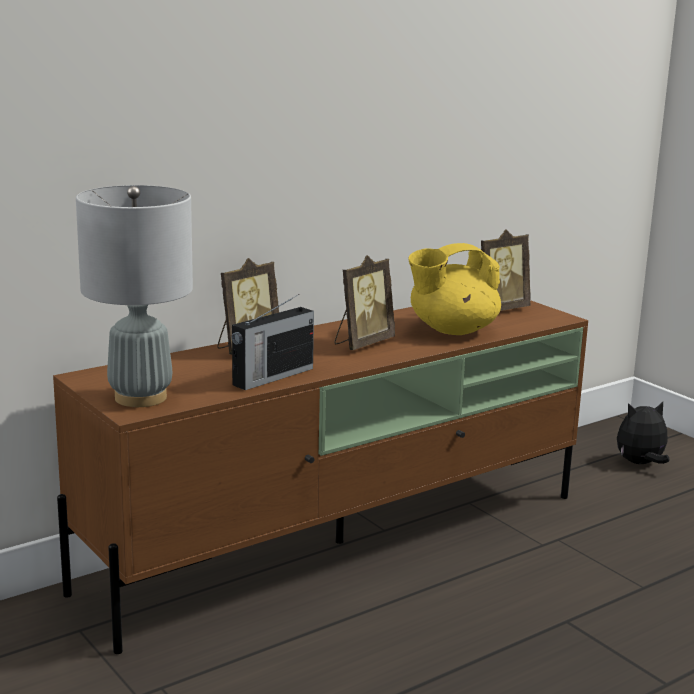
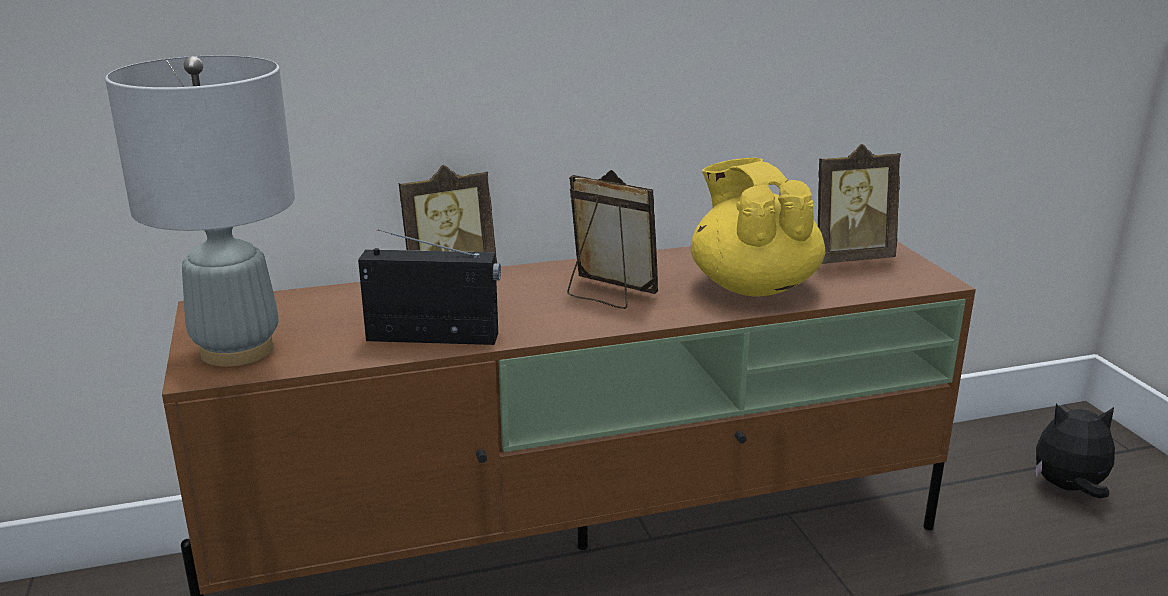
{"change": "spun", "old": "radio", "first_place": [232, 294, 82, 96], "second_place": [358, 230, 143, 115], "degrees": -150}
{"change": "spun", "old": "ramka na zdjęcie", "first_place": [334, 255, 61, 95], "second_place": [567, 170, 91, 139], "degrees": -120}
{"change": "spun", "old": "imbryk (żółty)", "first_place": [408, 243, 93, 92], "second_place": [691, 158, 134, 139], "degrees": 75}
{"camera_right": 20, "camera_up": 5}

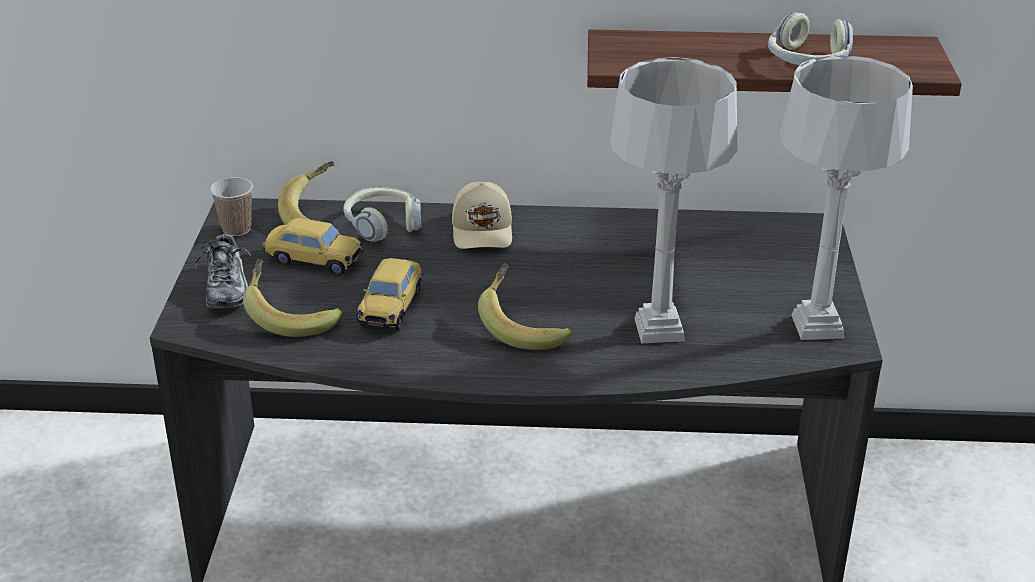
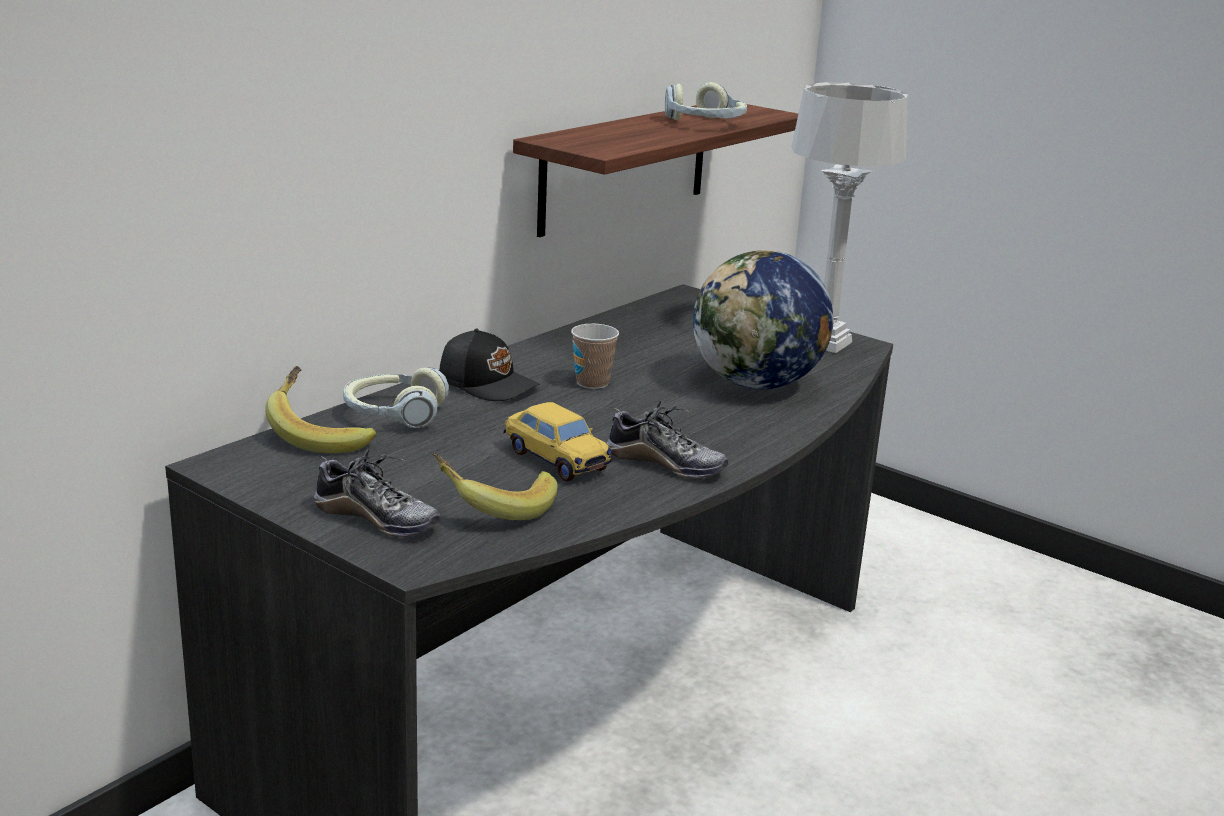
{"change": "missing", "old": "samochodzik", "first_place": [263, 218, 100, 58]}
{"change": "missing", "old": "banan", "first_place": [478, 263, 93, 87]}
{"change": "appeared", "new": "but", "second_place": [607, 401, 121, 78]}
{"change": "relocated", "old": "filiżanka", "first_place": [210, 177, 43, 59], "second_place": [571, 324, 48, 65]}
{"change": "exchanged", "old": "lampa stołowa (szary)", "new": "globus", "first_place": [611, 57, 126, 287], "second_place": [693, 250, 141, 139]}
{"change": "colour", "old": "czapka z daszkiem (beżowy)", "new": "czapka z daszkiem (czarny)", "first_place": [452, 182, 60, 67], "second_place": [439, 329, 101, 72]}
{"camera_right": -55, "camera_up": -10}

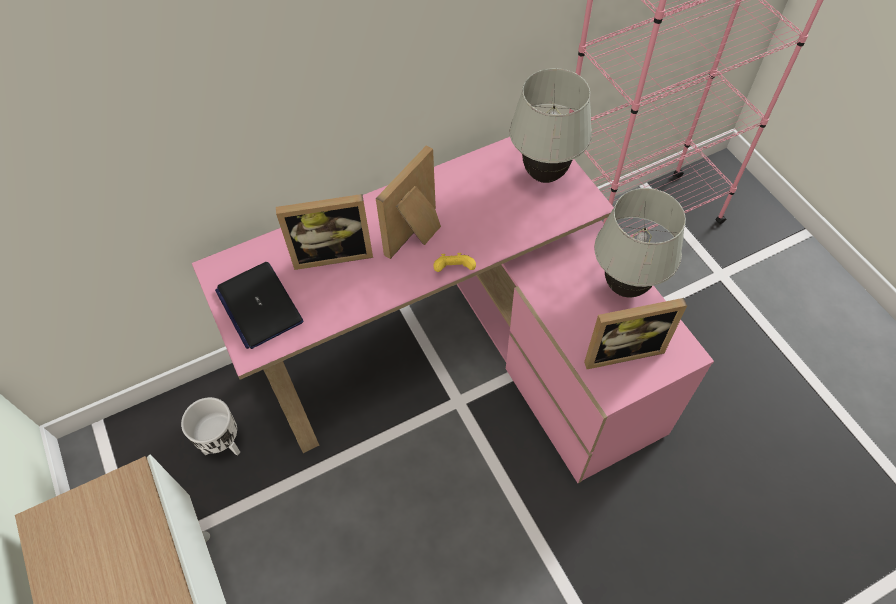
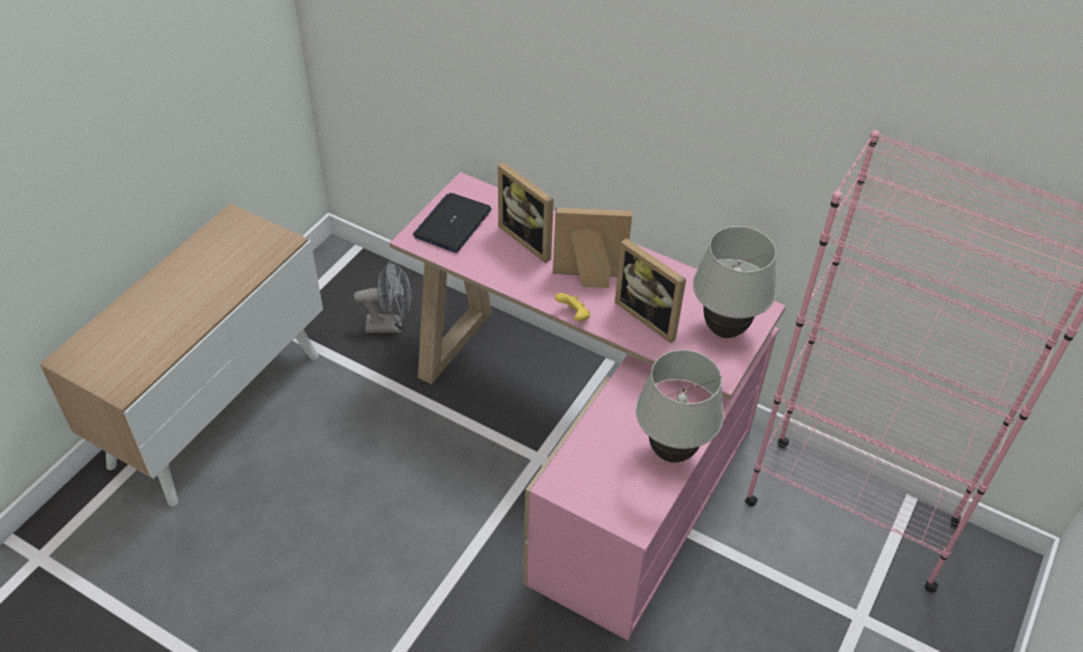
{"change": "relocated", "old": "ramka na zdjęcie", "first_place": [584, 298, 103, 71], "second_place": [615, 238, 71, 105]}
{"change": "exchanged", "old": "donica (biały)", "new": "wentylator (szary)", "first_place": [181, 397, 59, 59], "second_place": [353, 261, 59, 72]}
{"camera_right": 55, "camera_up": -10}

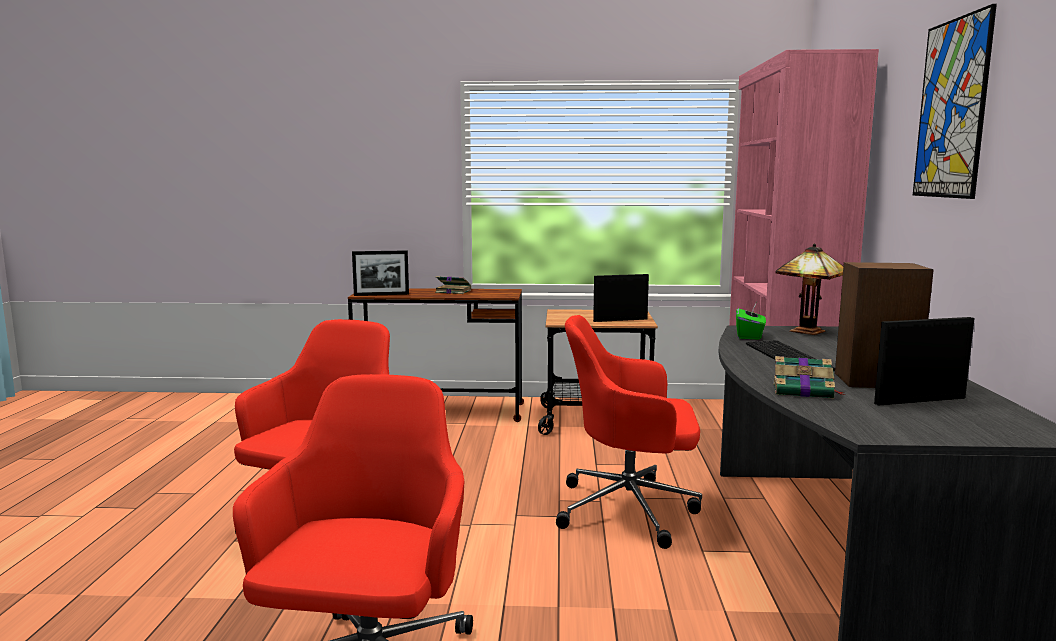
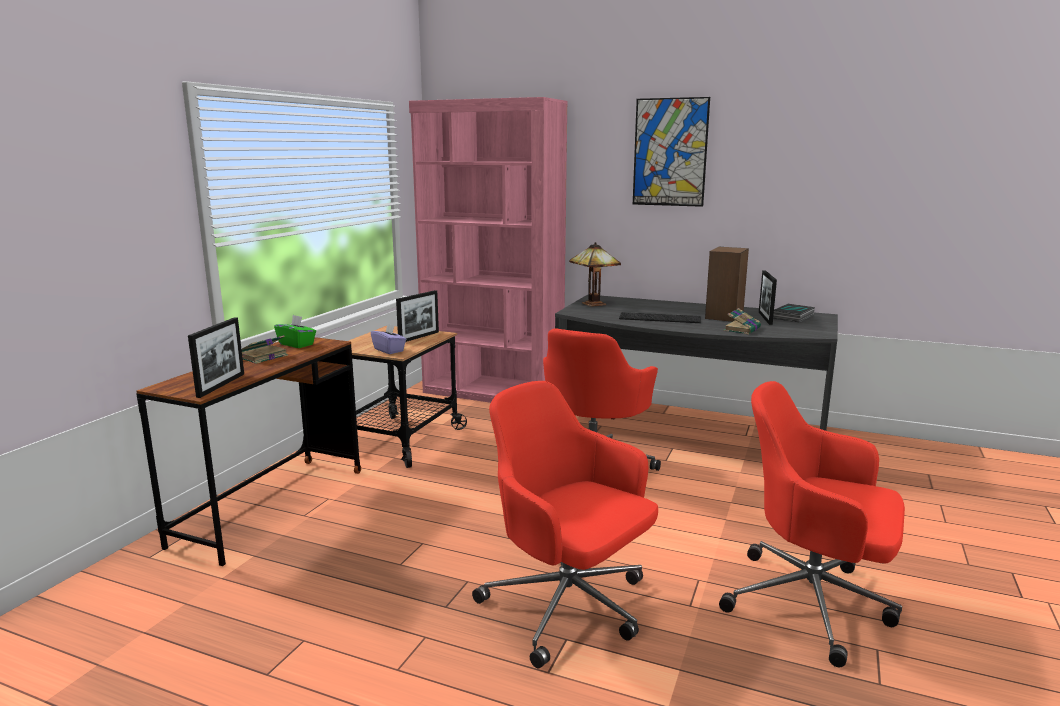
{"change": "appeared", "new": "pudełko chusteczek (fioletowy)", "second_place": [371, 323, 35, 31]}
{"change": "appeared", "new": "książka", "second_place": [773, 304, 42, 19]}
{"change": "relocated", "old": "pudełko chusteczek (zielony)", "first_place": [736, 304, 30, 36], "second_place": [274, 315, 42, 33]}
{"change": "spun", "old": "ramka na zdjęcie", "first_place": [593, 274, 56, 48], "second_place": [396, 290, 43, 52], "degrees": -150}
{"camera_right": -70, "camera_up": 5}

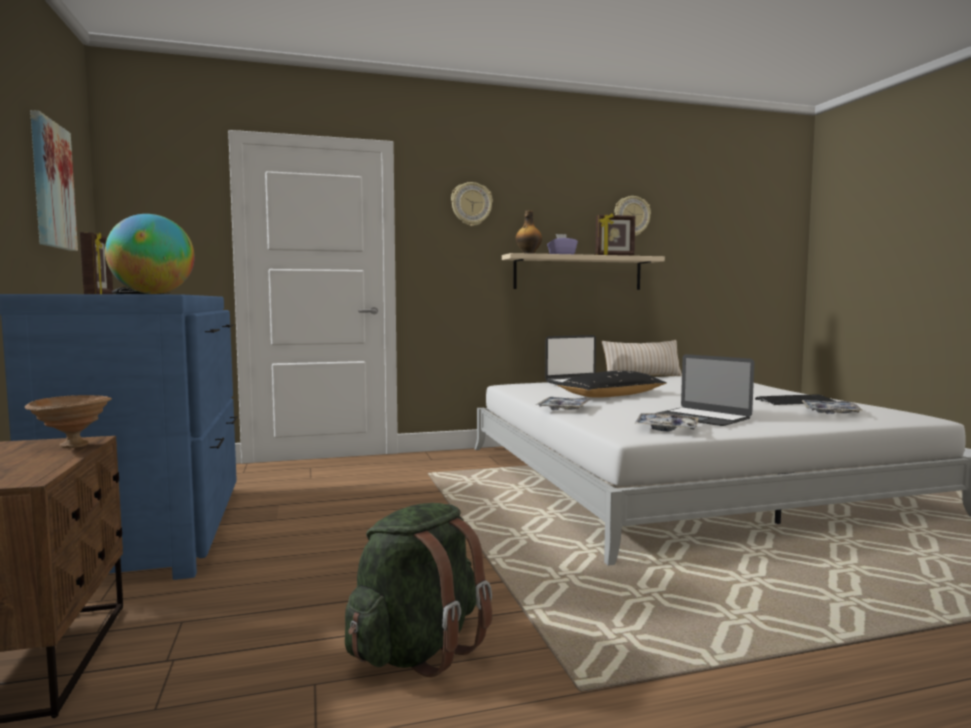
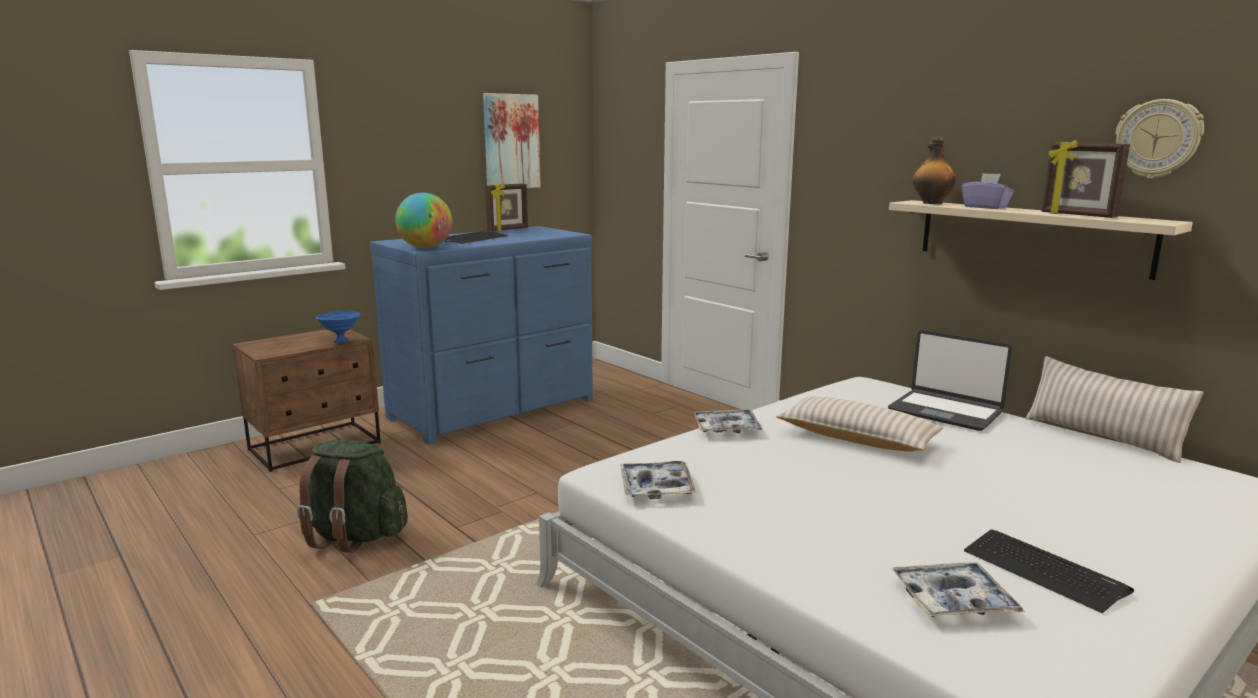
{"change": "missing", "old": "zegar ścienny", "first_place": [451, 182, 42, 44]}
{"change": "missing", "old": "laptop", "first_place": [655, 354, 99, 72]}
{"change": "colour", "old": "miska (brązowy)", "new": "miska (niebieski)", "first_place": [24, 395, 88, 53], "second_place": [315, 310, 46, 33]}
{"change": "colour", "old": "poduszka (czarny)", "new": "poduszka (beżowy)", "first_place": [557, 371, 109, 27], "second_place": [776, 396, 167, 56]}
{"camera_right": 65, "camera_up": 10}

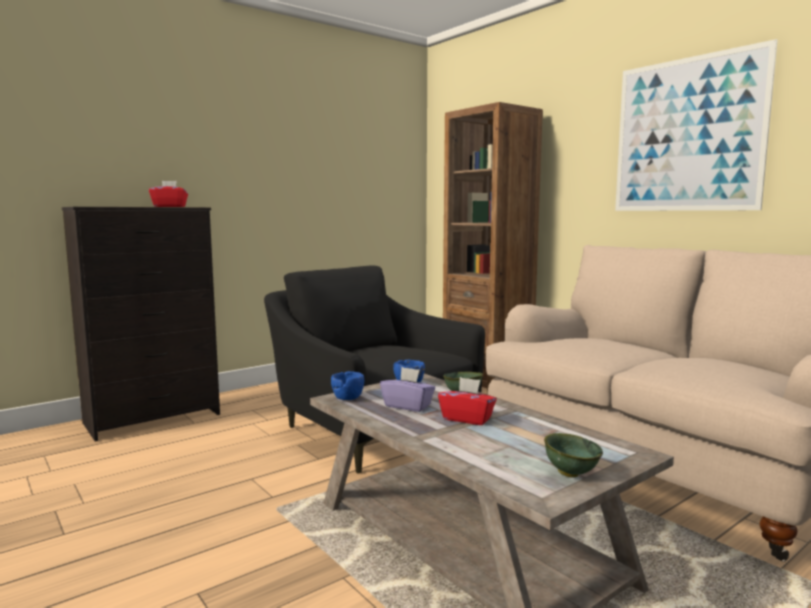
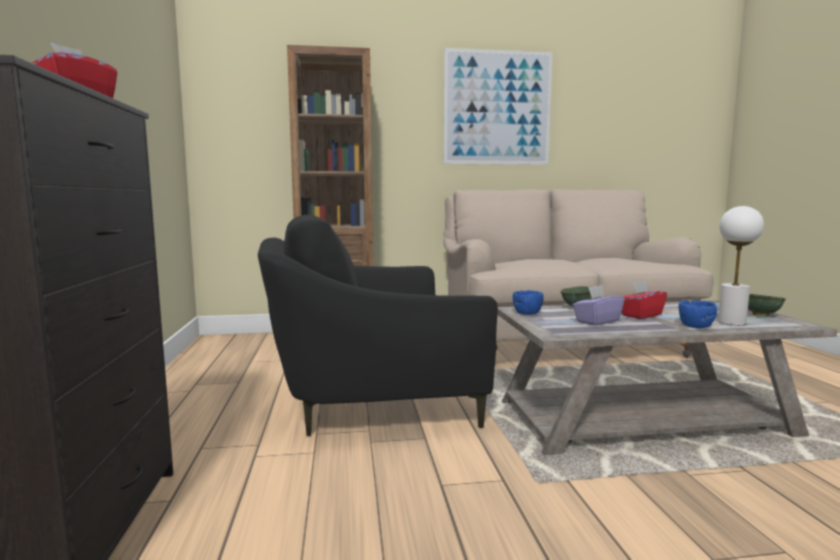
{"change": "appeared", "new": "lampa stołowa (biały)", "second_place": [718, 206, 46, 119]}
{"change": "relocated", "old": "miska (niebieski)", "first_place": [331, 371, 33, 29], "second_place": [679, 300, 38, 28]}
{"camera_right": -60, "camera_up": 0}

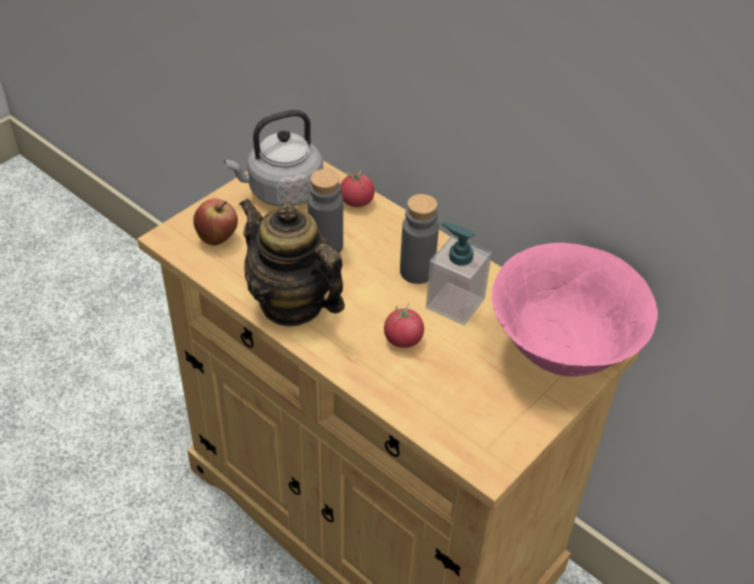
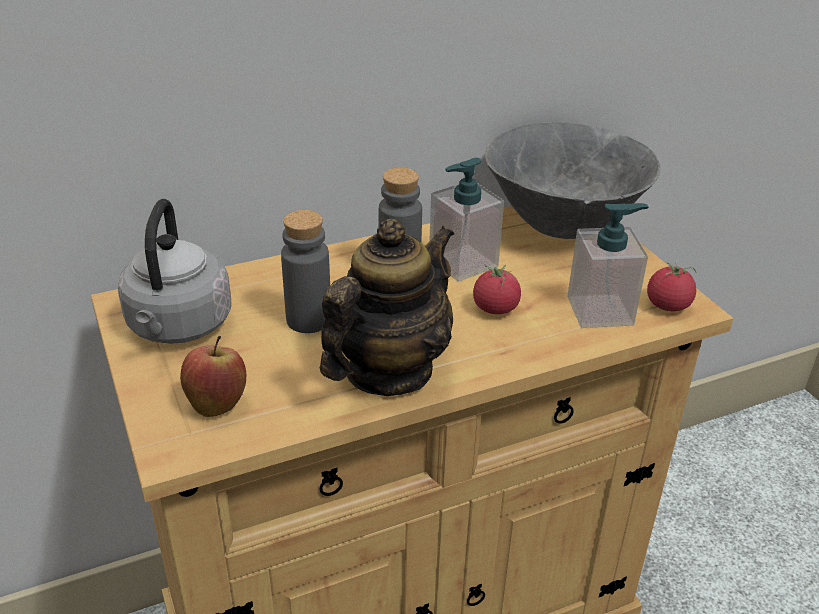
{"change": "appeared", "new": "dozownik mydła", "second_place": [567, 203, 82, 125]}
{"change": "relocated", "old": "pomidor", "first_place": [340, 170, 35, 37], "second_place": [647, 262, 50, 49]}
{"change": "colour", "old": "miska (różowy)", "new": "miska (szary)", "first_place": [492, 243, 166, 134], "second_place": [485, 122, 176, 117]}
{"change": "spun", "old": "imbryk", "first_place": [239, 198, 106, 129], "second_place": [320, 218, 134, 178], "degrees": 150}
{"camera_right": -65, "camera_up": -10}

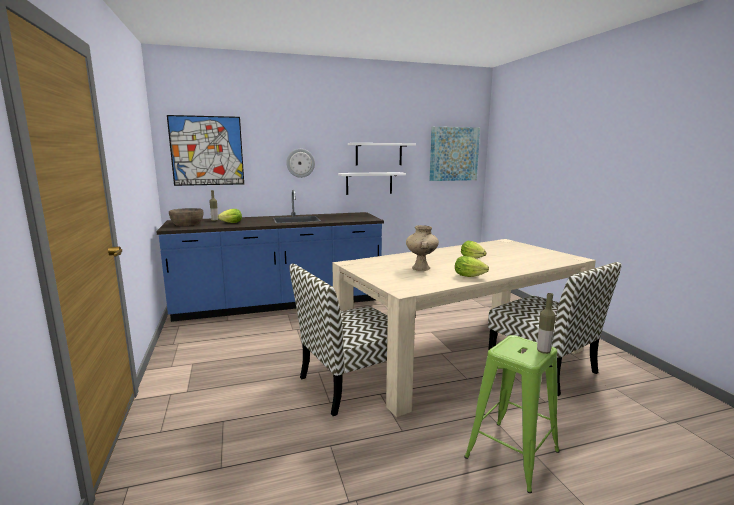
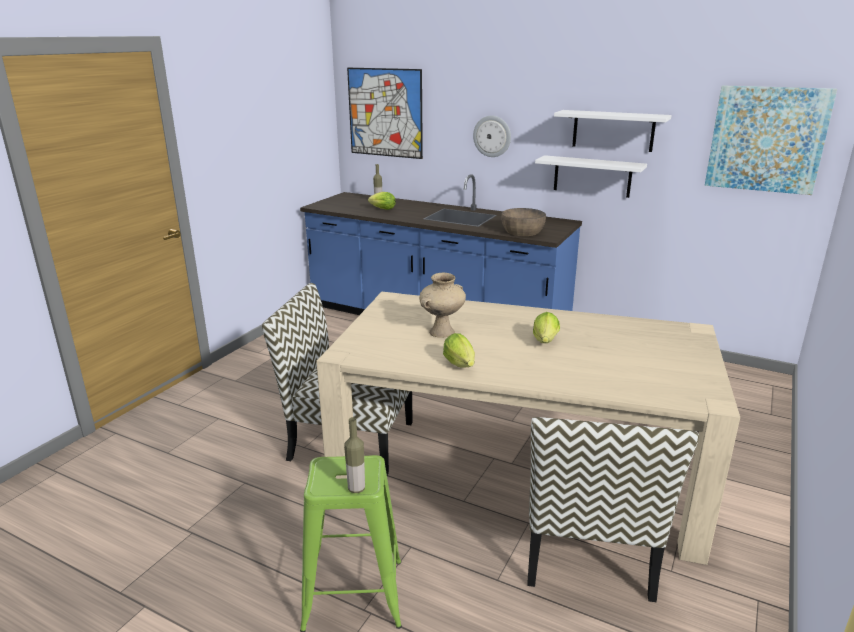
{"change": "relocated", "old": "miska (brązowy)", "first_place": [169, 208, 34, 18], "second_place": [501, 208, 45, 28]}
{"camera_right": 45, "camera_up": 10}

